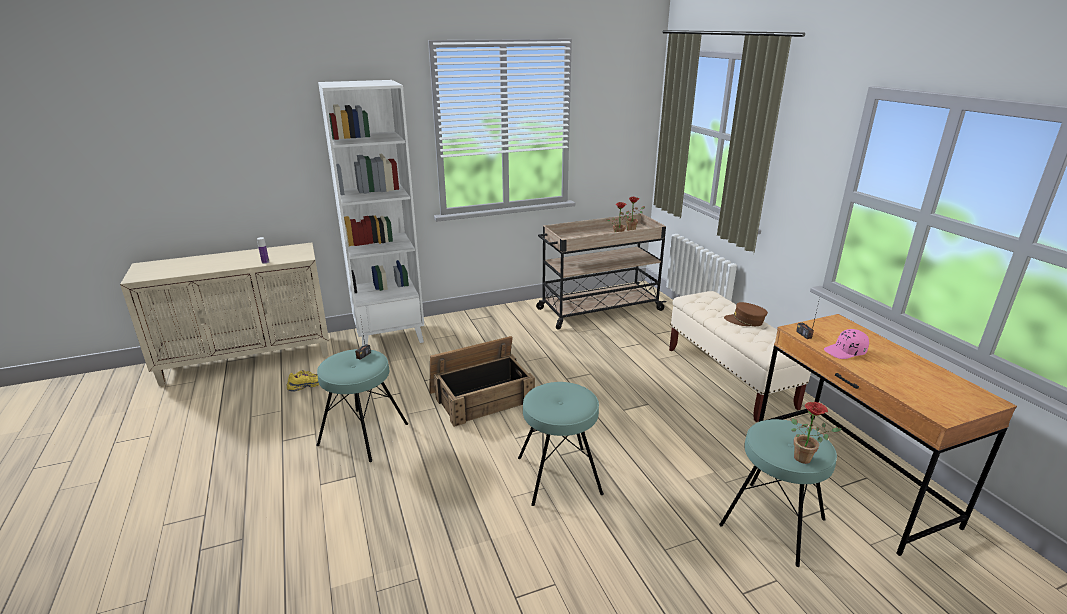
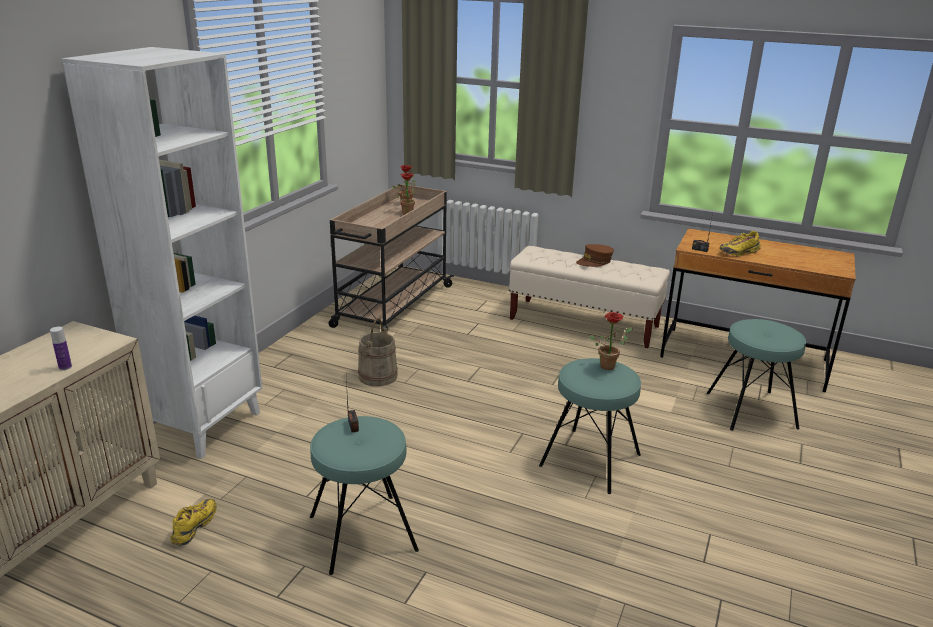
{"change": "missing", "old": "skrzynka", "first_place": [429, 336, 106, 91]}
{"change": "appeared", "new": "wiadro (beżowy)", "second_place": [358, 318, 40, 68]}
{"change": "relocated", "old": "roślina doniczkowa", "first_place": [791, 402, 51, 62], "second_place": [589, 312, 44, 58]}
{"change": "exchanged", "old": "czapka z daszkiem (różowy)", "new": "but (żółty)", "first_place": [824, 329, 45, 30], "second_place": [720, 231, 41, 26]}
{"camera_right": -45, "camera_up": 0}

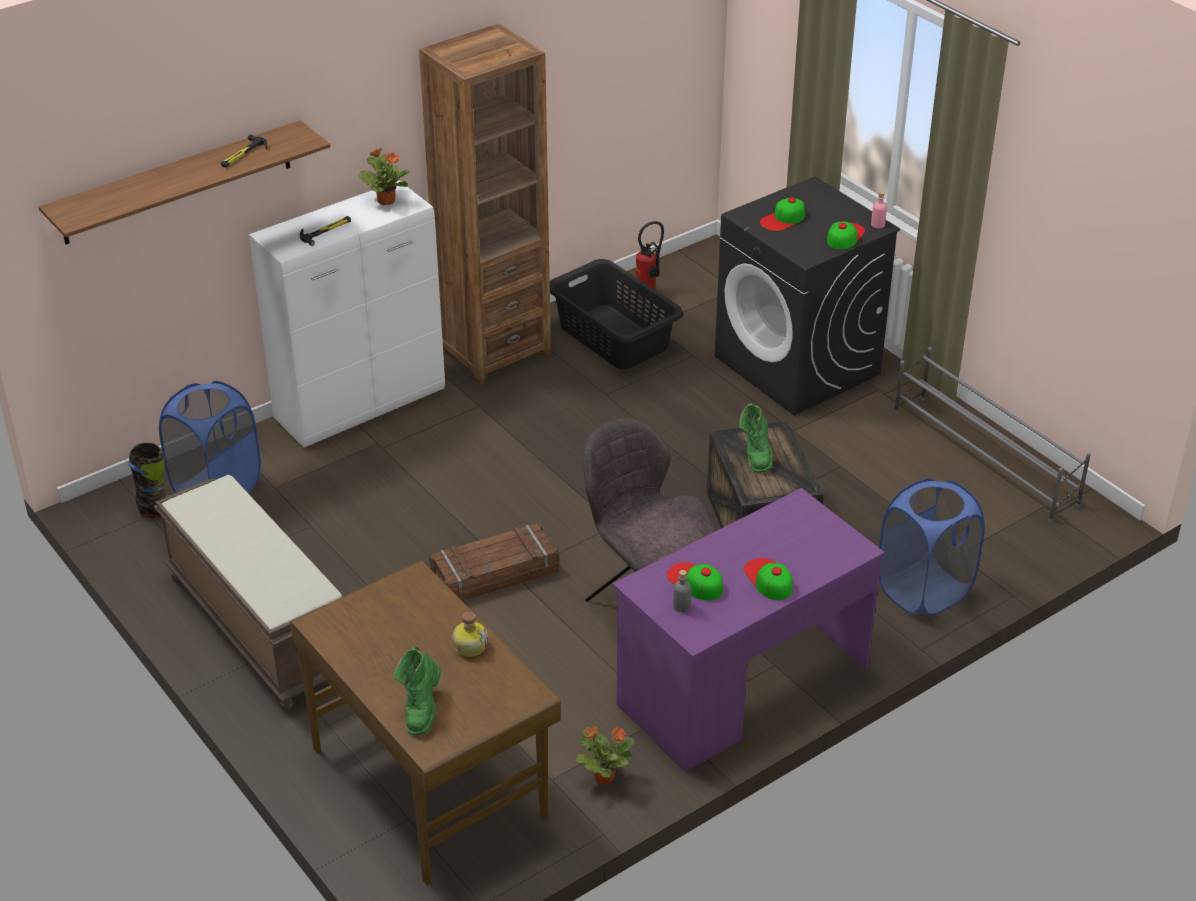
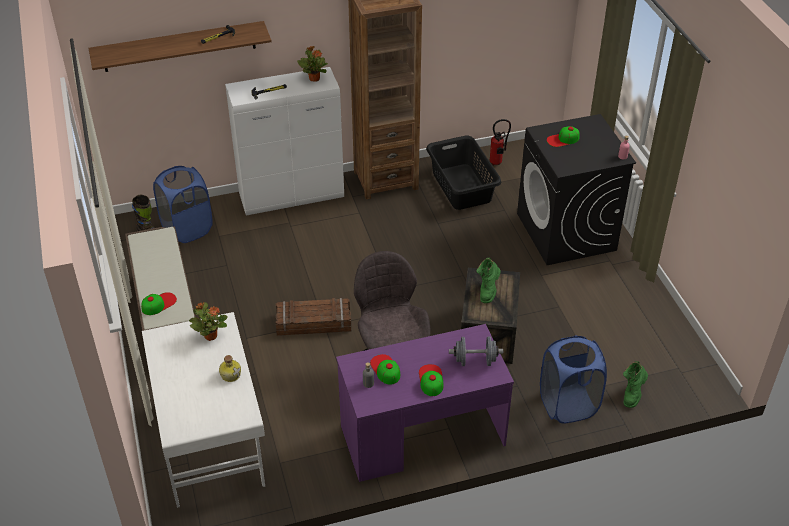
{"change": "missing", "old": "regał na buty (szary)", "first_place": [894, 347, 197, 176]}
{"change": "appeared", "new": "hantel (szary)", "second_place": [449, 337, 54, 29]}
{"change": "relocated", "old": "but z cholewką (zielony)", "first_place": [393, 647, 48, 88], "second_place": [623, 361, 25, 47]}
{"change": "relocated", "old": "roślina doniczkowa", "first_place": [574, 725, 60, 60], "second_place": [189, 302, 39, 39]}
{"change": "relocated", "old": "czapka z daszkiem", "first_place": [827, 222, 38, 27], "second_place": [141, 292, 36, 23]}
{"change": "colour", "old": "biurko (brązowy)", "new": "biurko (biały)", "first_place": [290, 560, 271, 326], "second_place": [142, 312, 123, 196]}
{"camera_right": 20, "camera_up": 5}

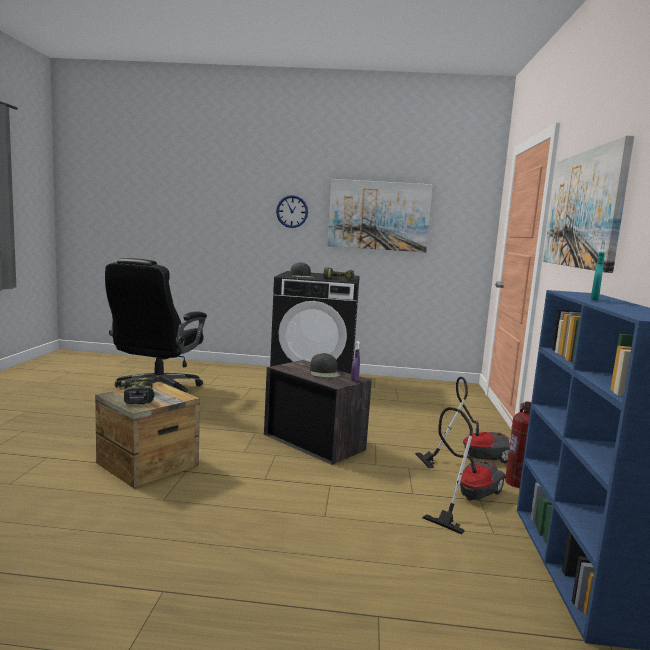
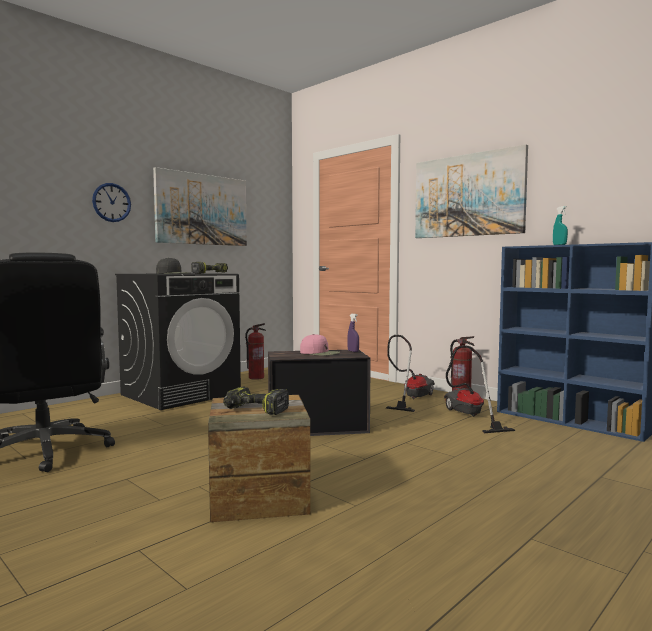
{"change": "appeared", "new": "gaśnica", "second_place": [245, 323, 21, 57]}
{"change": "colour", "old": "czapka z daszkiem (czarny)", "new": "czapka z daszkiem (różowy)", "first_place": [310, 353, 30, 24], "second_place": [300, 334, 40, 22]}
{"camera_right": -50, "camera_up": -5}

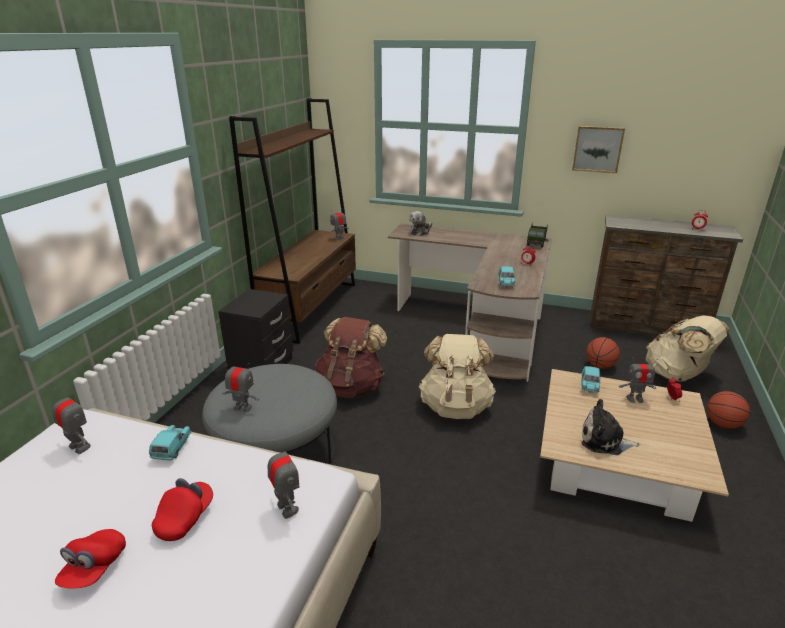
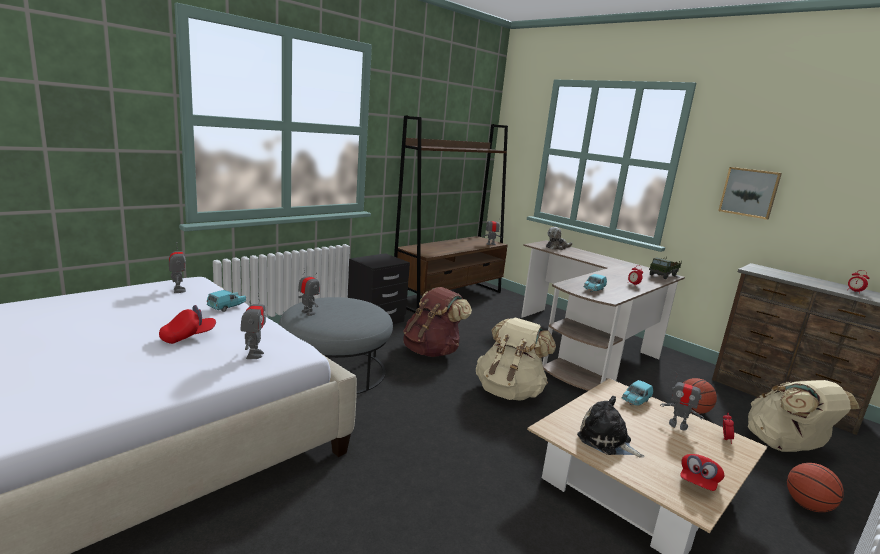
{"change": "relocated", "old": "czapka z daszkiem (czerwony)", "first_place": [55, 529, 71, 60], "second_place": [680, 454, 44, 37]}
{"camera_right": 25, "camera_up": -10}

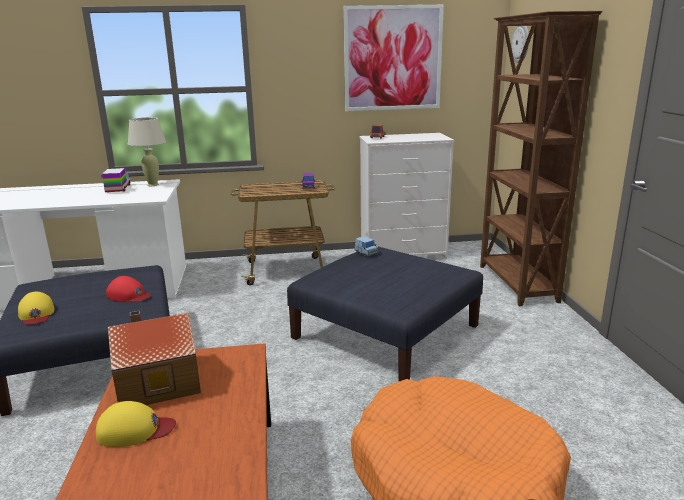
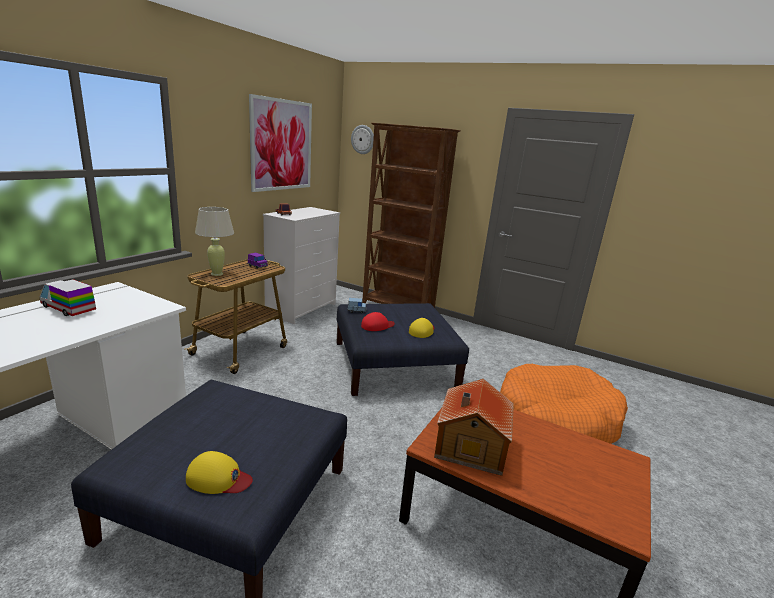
{"change": "relocated", "old": "czapka z daszkiem (żółty)", "first_place": [96, 401, 80, 46], "second_place": [409, 318, 26, 20]}
{"change": "relocated", "old": "czapka z daszkiem (czerwony)", "first_place": [106, 276, 45, 26], "second_place": [361, 312, 34, 19]}
{"change": "relocated", "old": "lampa stołowa (beżowy)", "first_place": [128, 117, 38, 69], "second_place": [195, 207, 39, 69]}
{"camera_right": -55, "camera_up": 0}

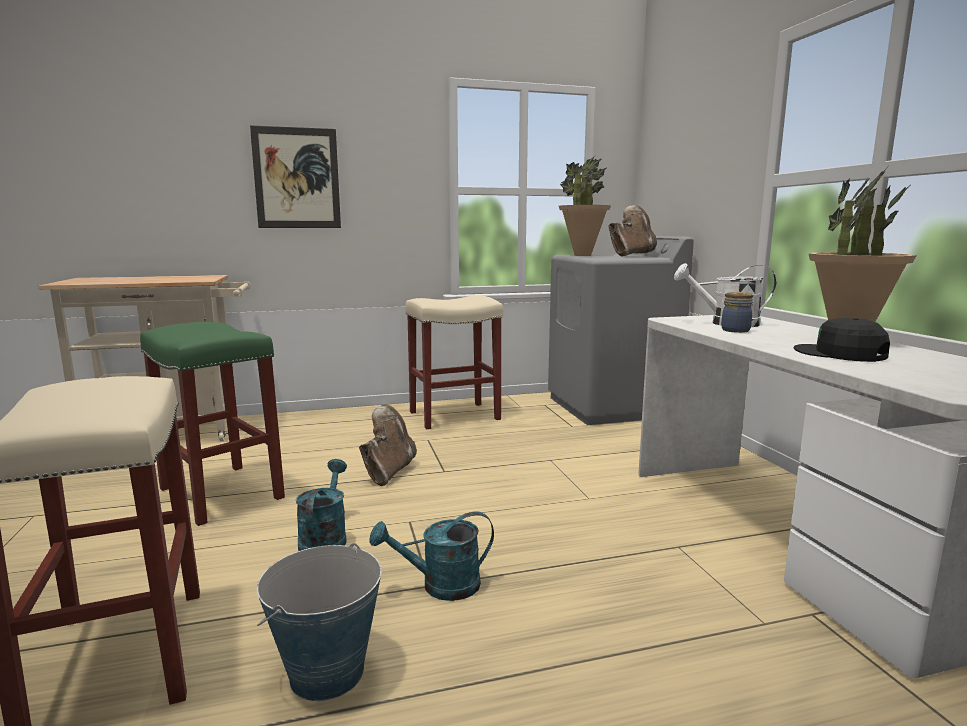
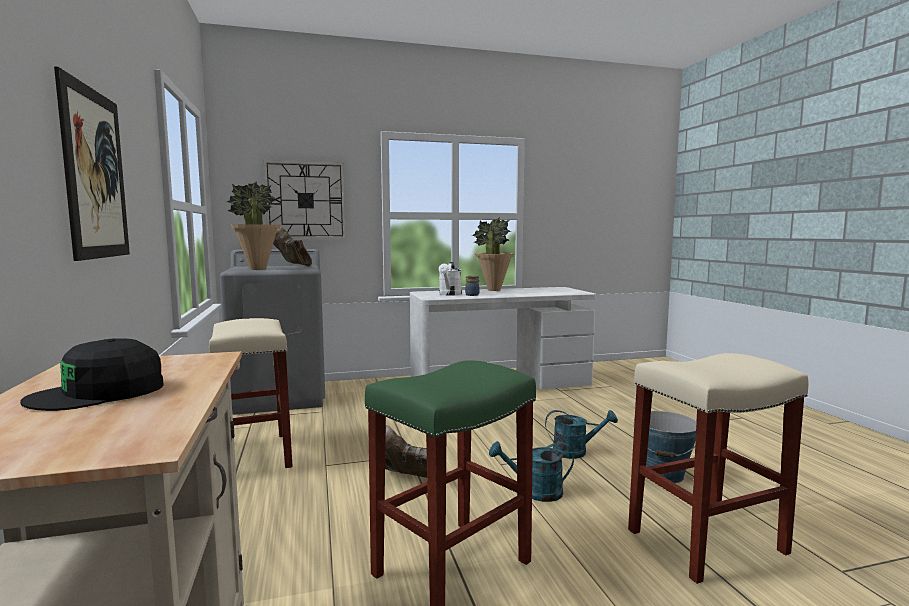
{"change": "appeared", "new": "zegar ścienny", "second_place": [263, 160, 83, 79]}
{"change": "relocated", "old": "czapka z daszkiem (czarny)", "first_place": [794, 318, 96, 44], "second_place": [20, 338, 144, 73]}
{"change": "spun", "old": "konewka (turkusowy)", "first_place": [369, 511, 125, 90], "second_place": [545, 410, 73, 49], "degrees": -75}
{"camera_right": -90, "camera_up": -5}

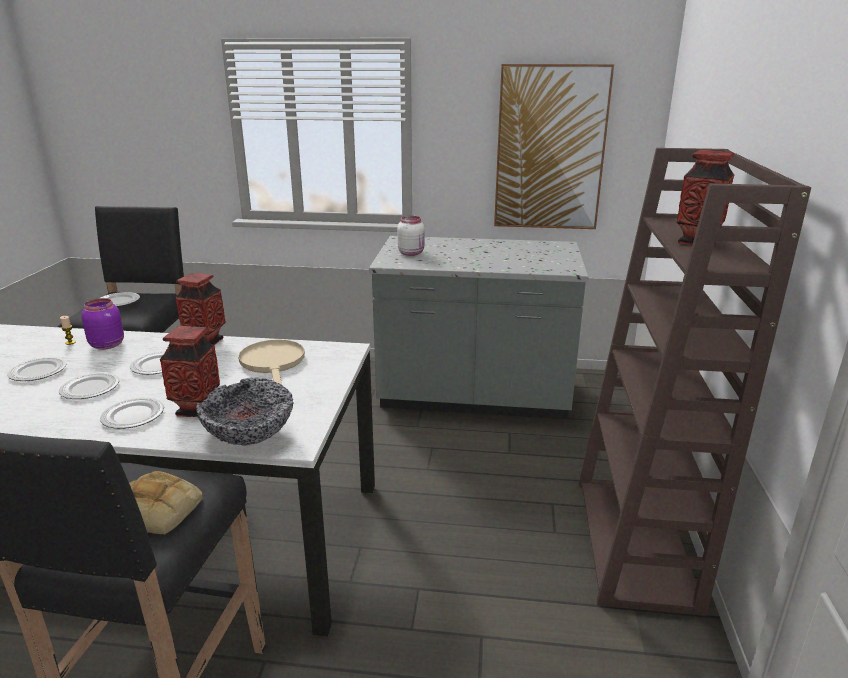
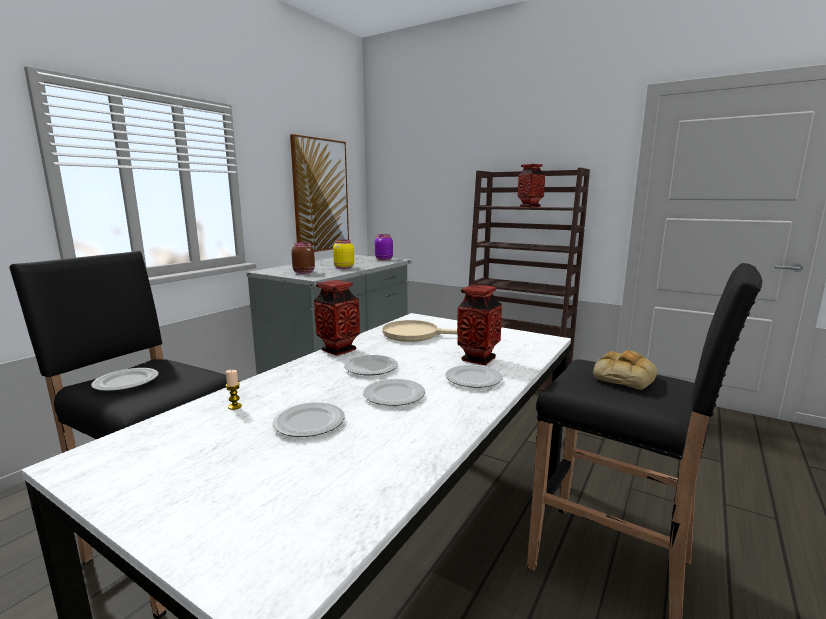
{"change": "missing", "old": "miska", "first_place": [196, 377, 98, 68]}
{"change": "appeared", "new": "słoik (żółty)", "second_place": [333, 239, 21, 30]}
{"change": "relocated", "old": "słoik (fioletowy)", "first_place": [81, 298, 43, 52], "second_place": [375, 234, 18, 26]}
{"change": "colour", "old": "słoik (biały)", "new": "słoik (brązowy)", "first_place": [397, 216, 27, 40], "second_place": [291, 242, 24, 32]}
{"camera_right": -65, "camera_up": -10}

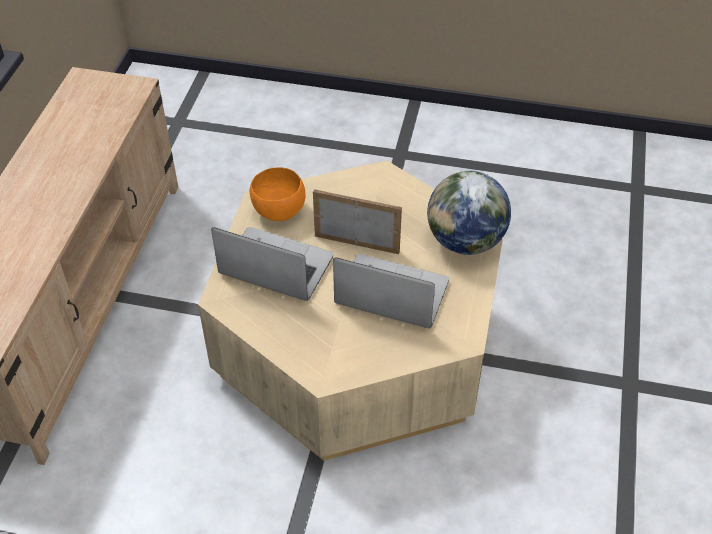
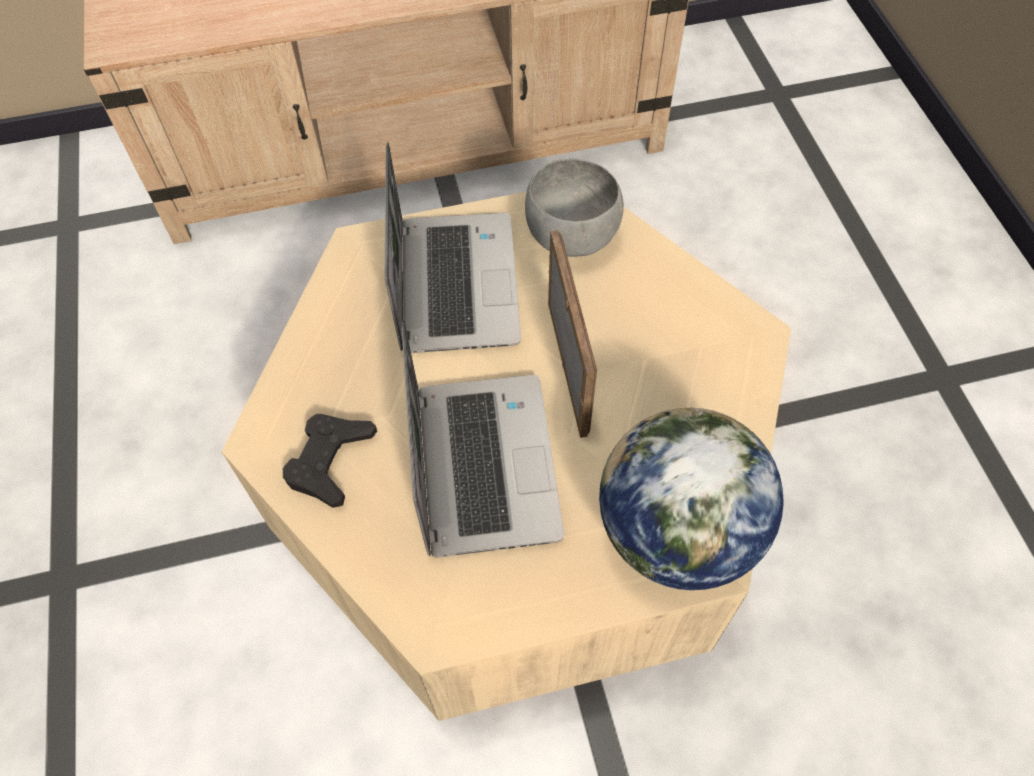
{"change": "appeared", "new": "pad do gier (czarny)", "second_place": [283, 414, 94, 94]}
{"change": "colour", "old": "miska (pomarańczowy)", "new": "miska (szary)", "first_place": [250, 167, 56, 54], "second_place": [525, 158, 99, 99]}
{"camera_right": 65, "camera_up": 10}

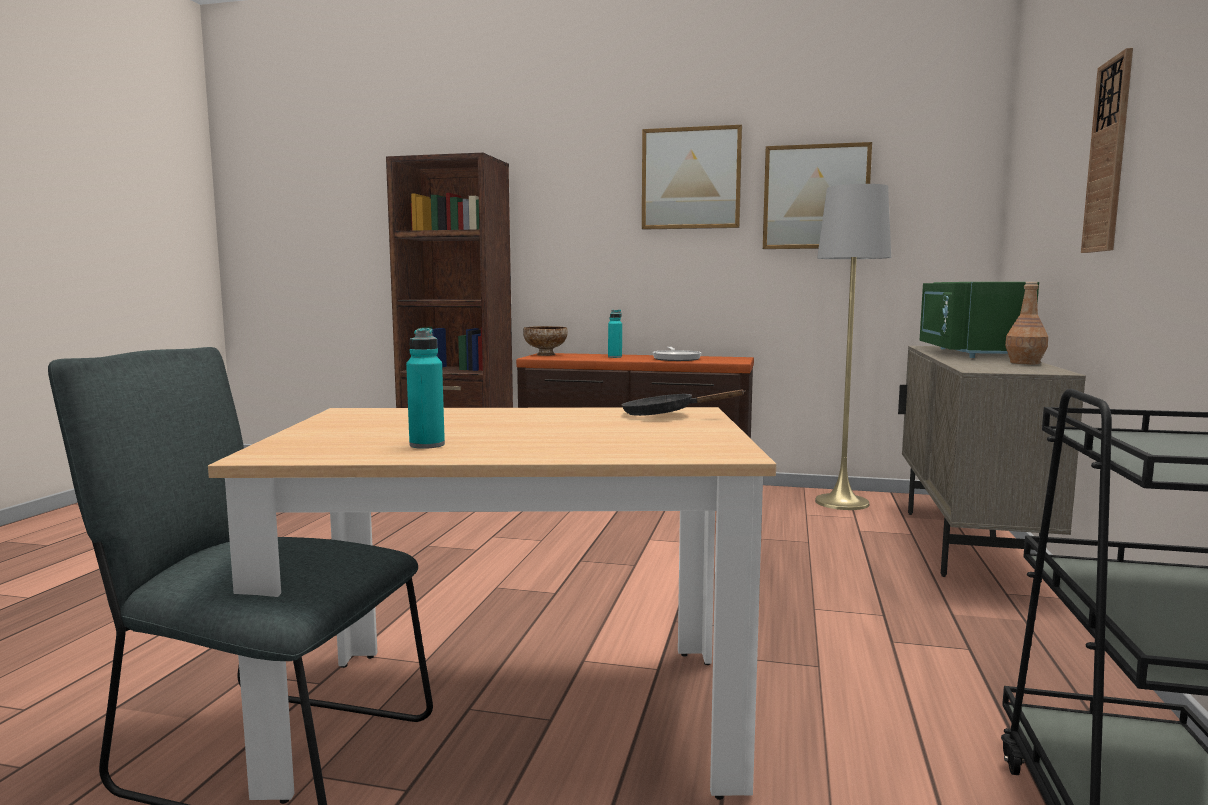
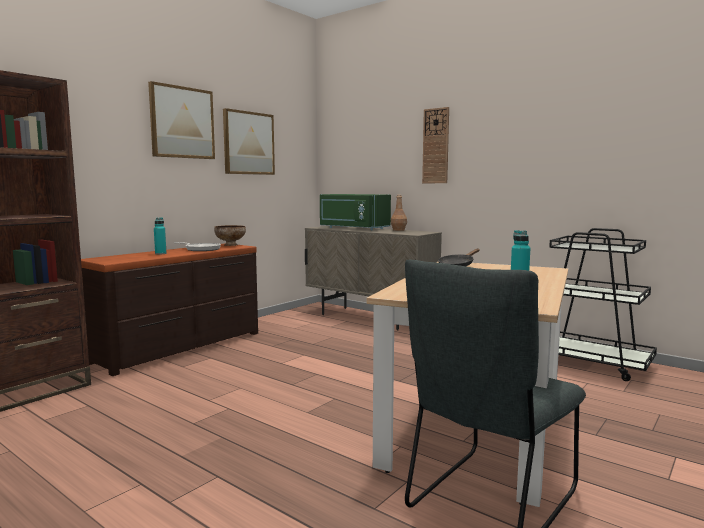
{"change": "missing", "old": "lampa stojąca (szary)", "first_place": [815, 184, 76, 326]}
{"change": "relocated", "old": "miska", "first_place": [523, 326, 45, 30], "second_place": [214, 225, 32, 21]}
{"camera_right": -65, "camera_up": 0}

